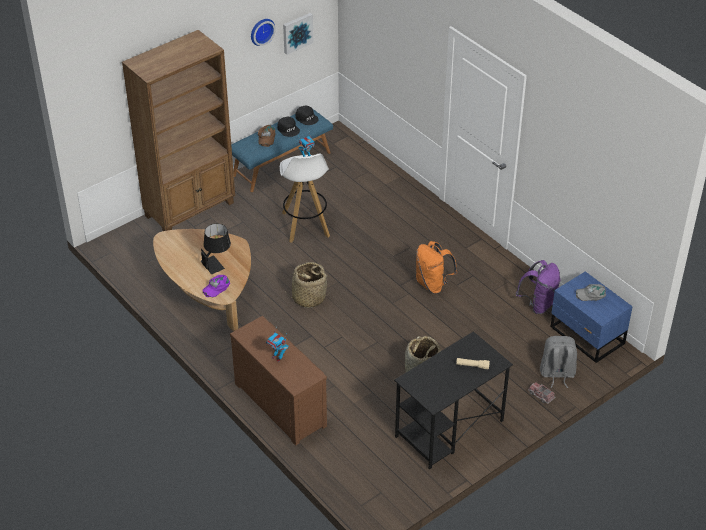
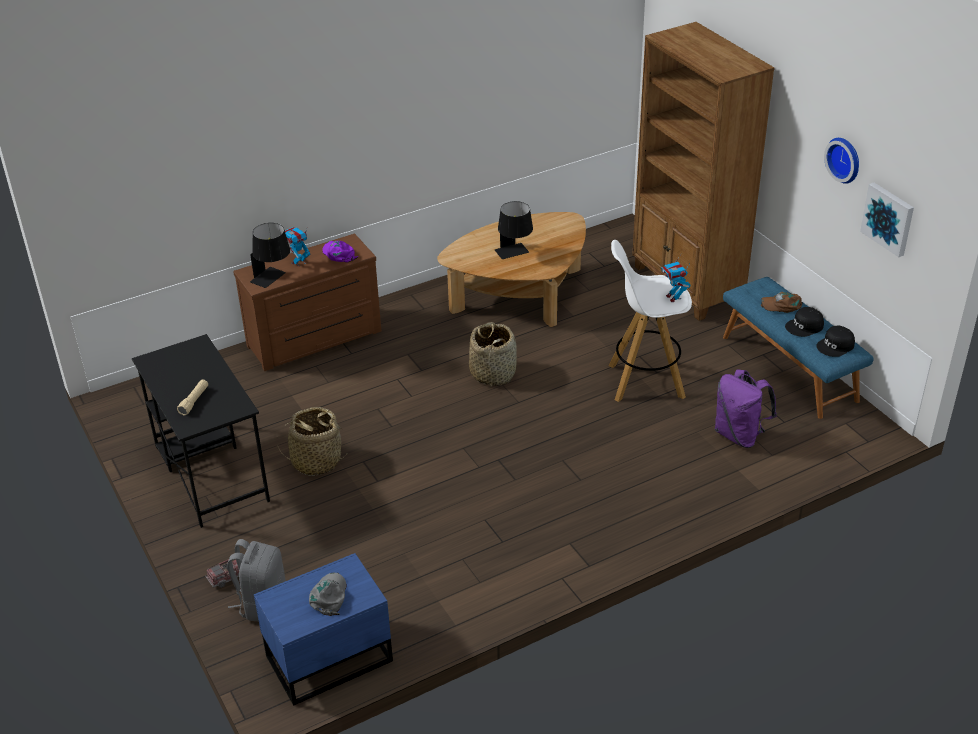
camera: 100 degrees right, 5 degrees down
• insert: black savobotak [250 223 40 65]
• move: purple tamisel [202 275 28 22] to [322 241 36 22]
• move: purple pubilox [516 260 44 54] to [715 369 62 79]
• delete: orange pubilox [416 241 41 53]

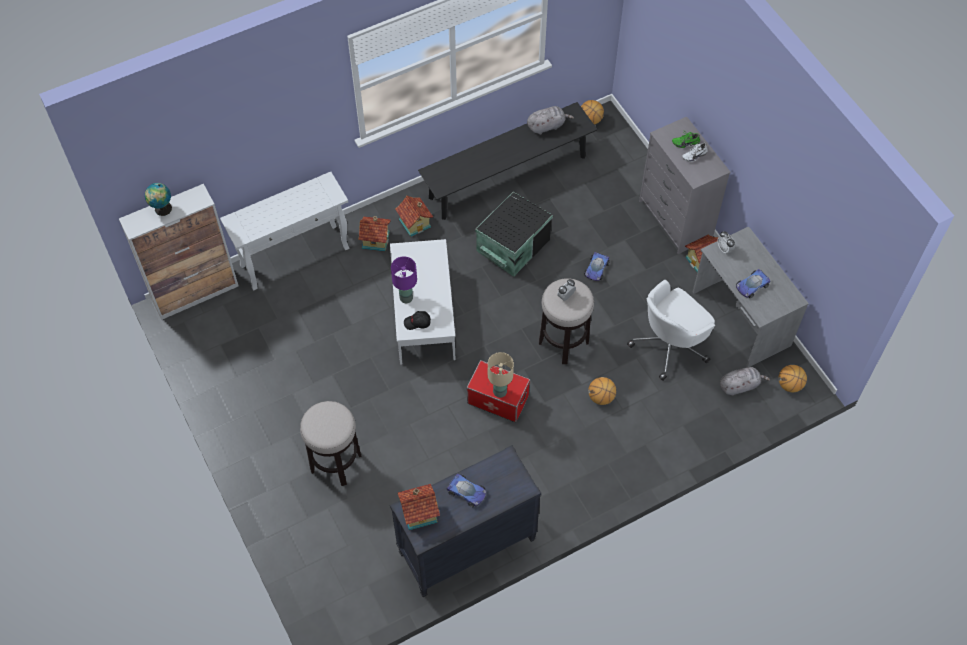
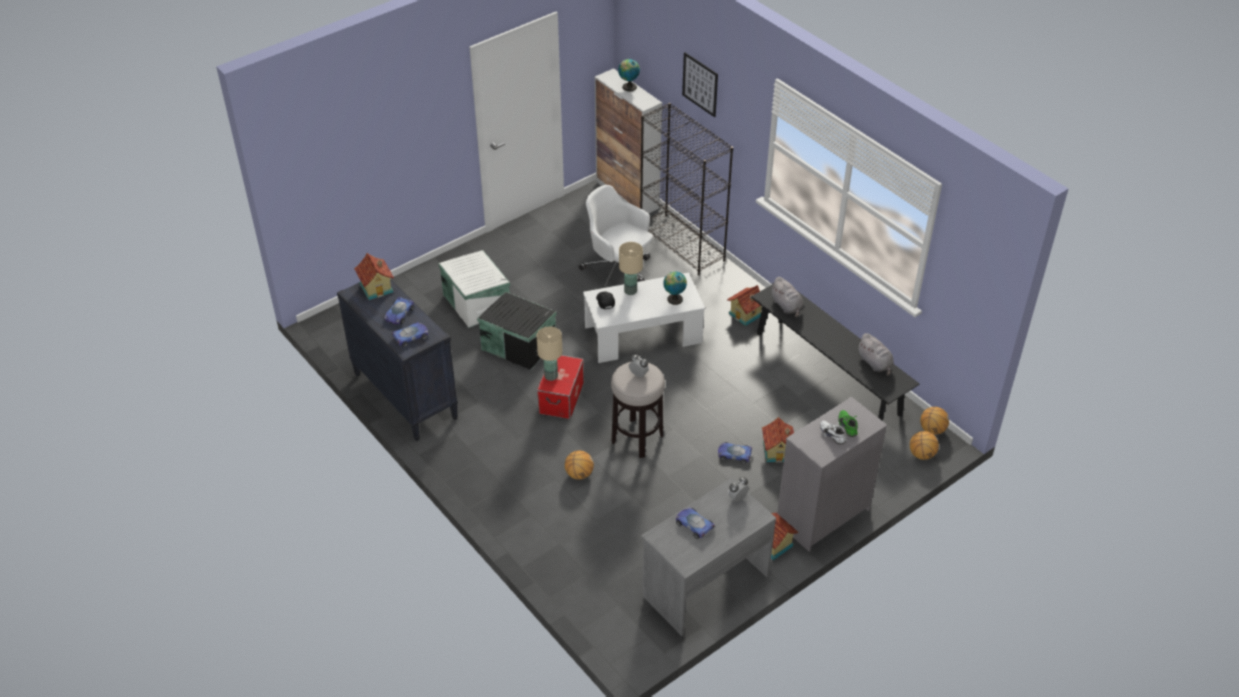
camera: 80 degrees right, 15 degrees down
• insert: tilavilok [391 322 37 25]
• replace: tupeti [300 401 62 85] to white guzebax [438 250 72 78]
• move: black guzebax [475 192 78 85] to [477 292 80 79]
• move: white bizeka [627 280 88 101] to [579 185 74 103]
• recolor: purple savobotak [391 256 26 47] to beige savobotak [619 242 24 53]
• replace: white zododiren [220 172 129 118] to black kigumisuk [640 103 93 173]
• insert: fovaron [663 271 24 34]
• insert: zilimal [682 52 36 65]
• move: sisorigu [358 216 33 36] to [762 417 32 46]
• move: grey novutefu [720 367 50 29] to [770 277 33 41]
• move: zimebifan [778 365 29 27] to [910 431 29 29]

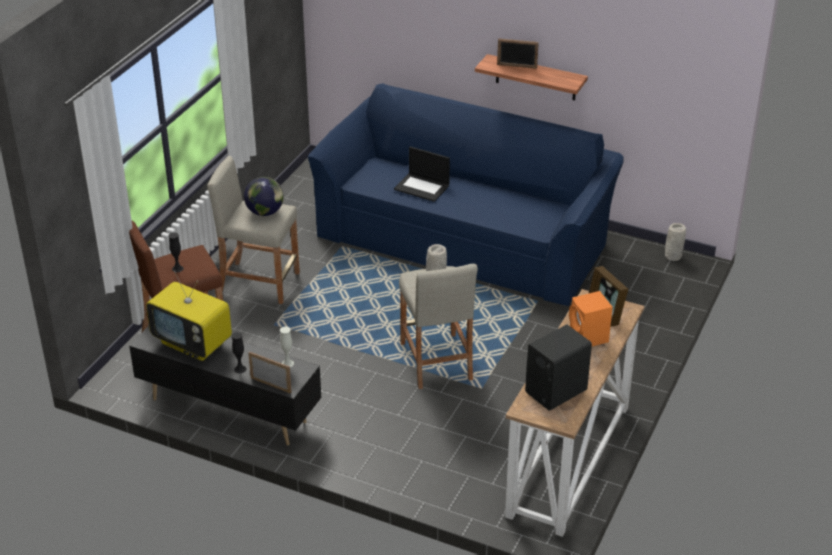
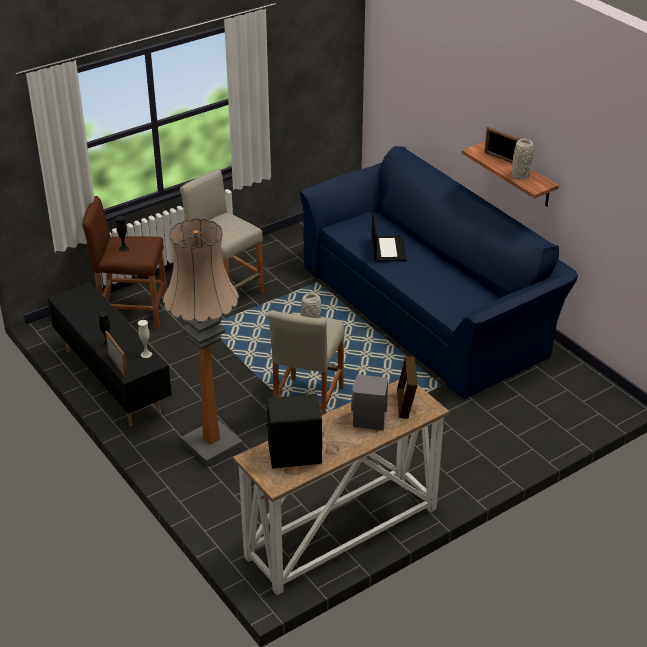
camera: 30 degrees right, 0 degrees up
• insert: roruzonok [163 218 80 248]
• recolor: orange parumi [569 291 44 55] to grey parumi [351 374 37 56]
• rotate: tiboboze [394 146 56 56] = [372 211 35 51] 150 degrees counterclockwise
• move: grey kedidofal [665 223 21 38] to [512 139 22 41]
• delete: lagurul [146 271 86 90]
• delete: fovaron [244 177 40 39]

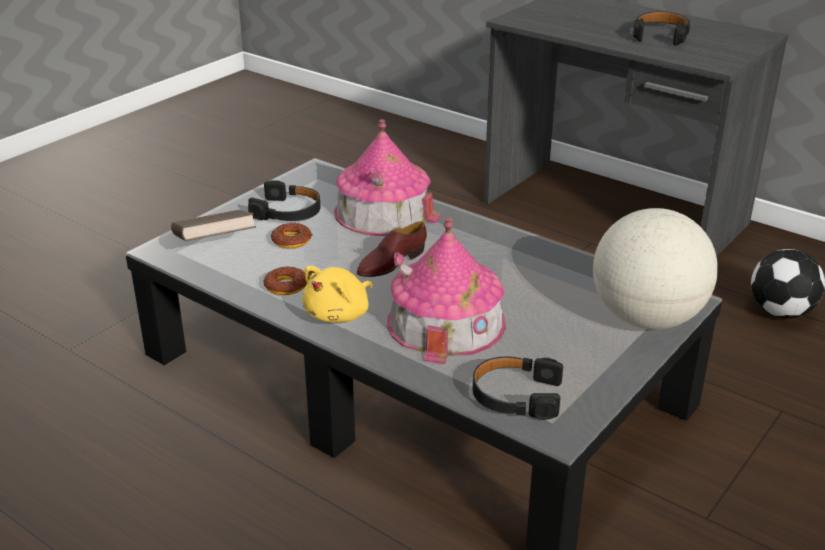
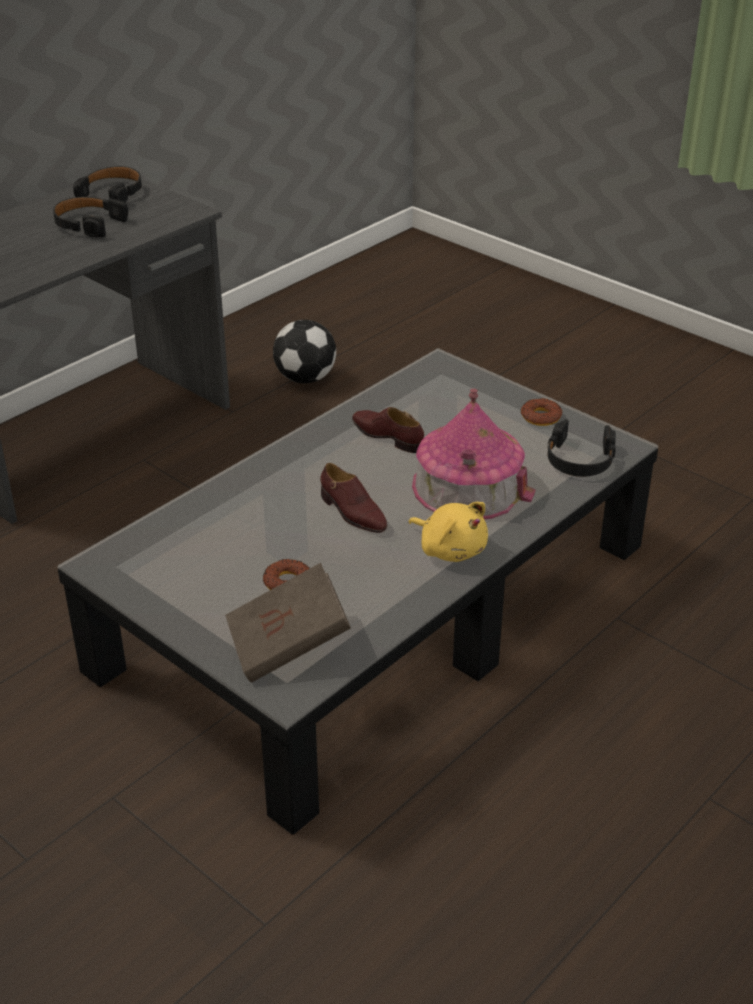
camera: 85 degrees left, 5 degrees up
• move: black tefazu [248 180 72 41] to [73 166 69 37]
• insert: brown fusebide [352 407 72 46]
• move: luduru [264 266 43 29] to [521 398 41 28]
• delete: sisorigu [334 119 107 117]
• delete: fovaron [593 208 125 121]

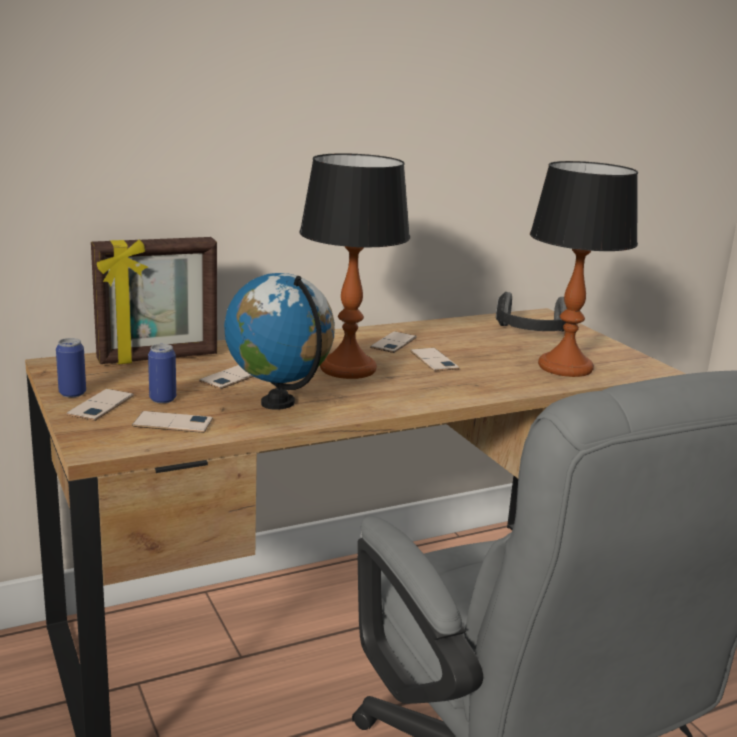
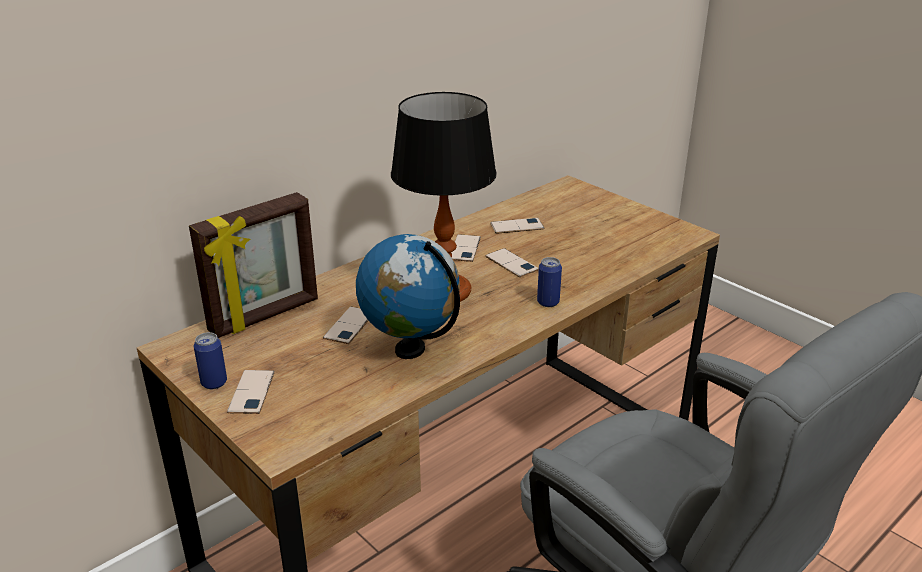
camera: 15 degrees left, 10 degrees up
• move: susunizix [132 411 81 22] to [490 218 54 16]
• move: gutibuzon [148 344 28 59] to [537 257 25 50]
• delete: tefazu [496 292 71 39]
• delete: savobotak [530 161 108 216]

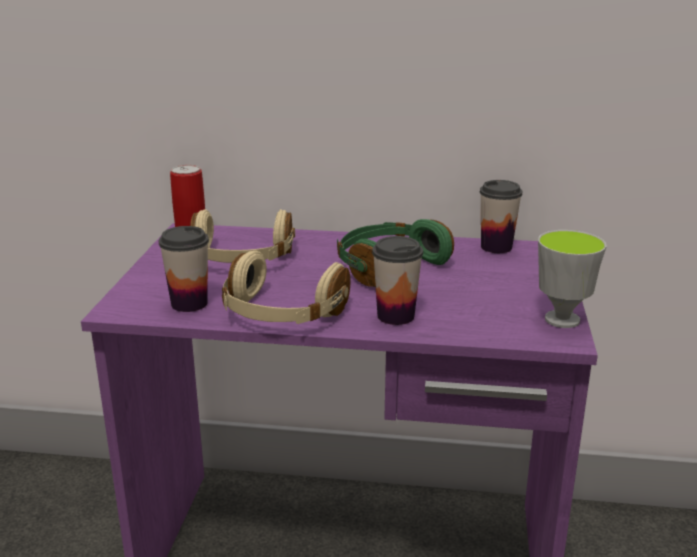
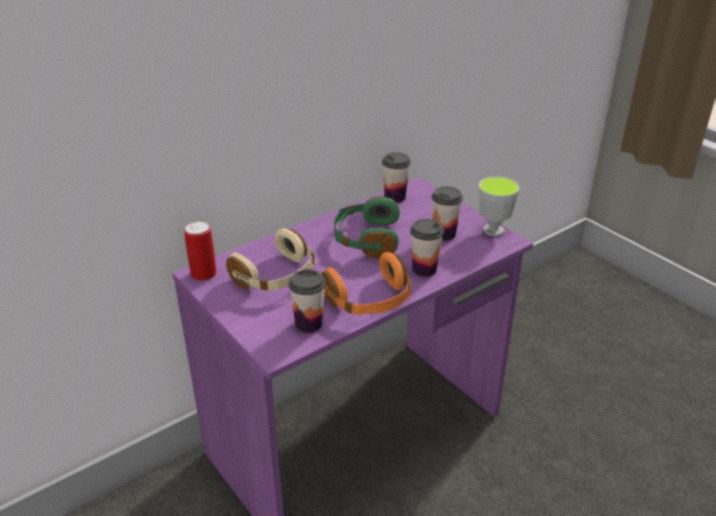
camera: 45 degrees left, 10 degrees up
• recolor: beige tefazu [222 251 128 73] to orange tefazu [321 252 91 64]
• insert: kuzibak [432 186 31 55]

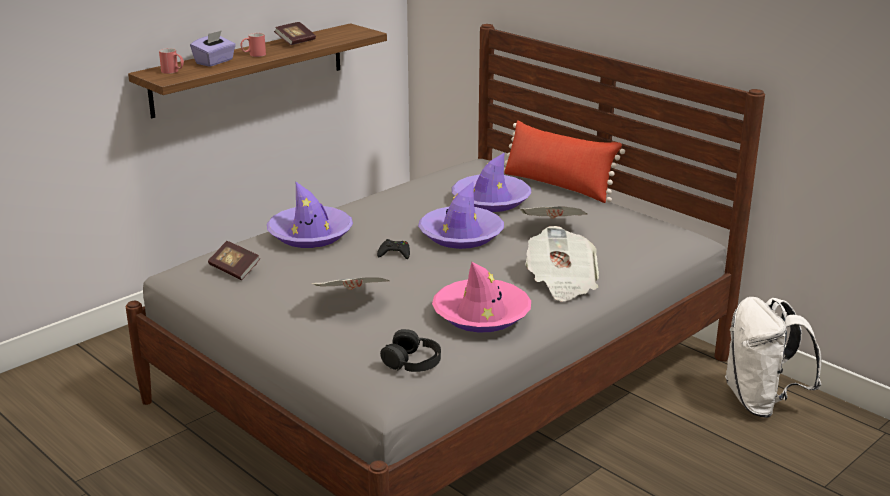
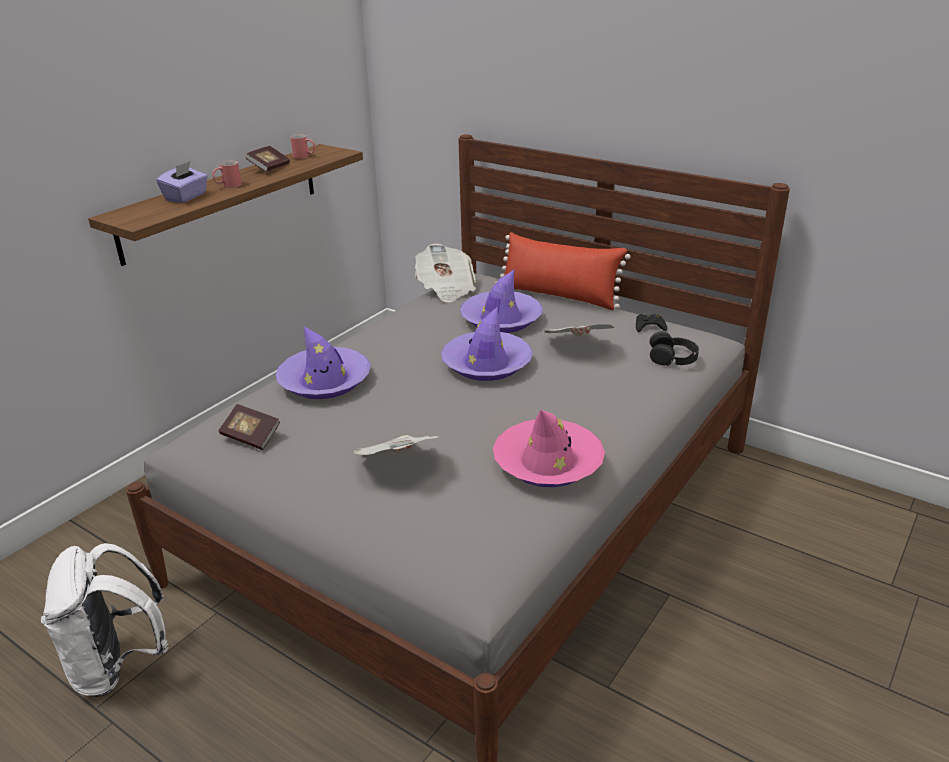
camera: 10 degrees left, 5 degrees up
• move: white pubilox [725 297 97 121] to [41 543 127 154]
• move: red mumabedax [159 48 25 26] to [290 135 25 24]
• move: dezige [525 226 74 76] to [415 244 61 59]
• move: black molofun [377 239 33 20] to [636 314 31 18]
• move: black tefazu [380 329 61 43] to [649 332 50 34]

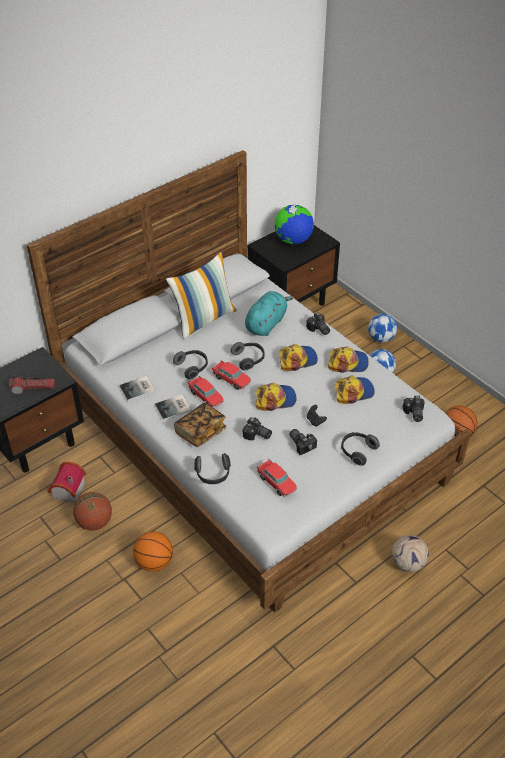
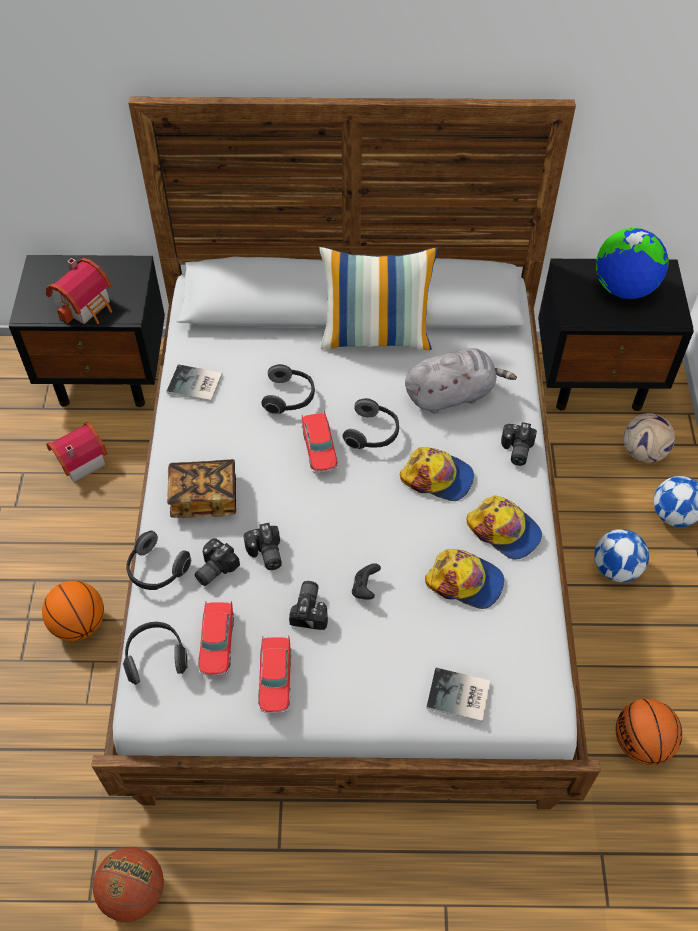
camera: 40 degrees right, 10 degrees up
• replace: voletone [9 375 46 20] to sisorigu [46 258 66 66]
• move: zimebifan [73 492 39 38] to [93 847 71 75]
• move: tefazu [341 432 39 34] to [123 622 65 62]
• move: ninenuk [403 396 22 26] to [194 538 46 48]
• move: tilavilok [188 376 36 32] to [258 636 33 77]
• recolor: turquoise novutefu [245 291 49 45] to grey novutefu [405 348 112 66]
• move: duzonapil [155 394 37 26] to [426 668 65 54]
• move: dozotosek [392 535 37 37] to [623 413 52 50]
• delete: tamisel [255 383 42 28]

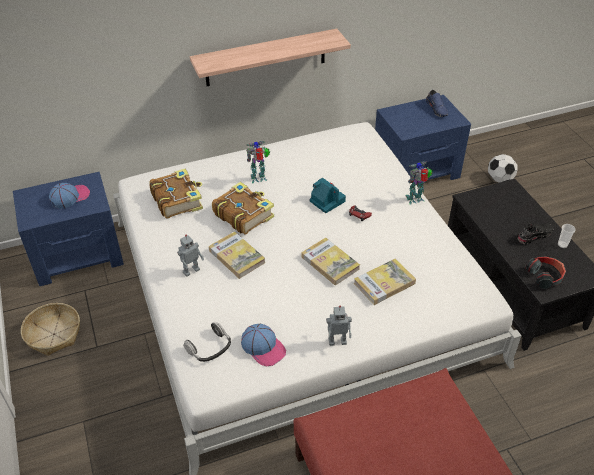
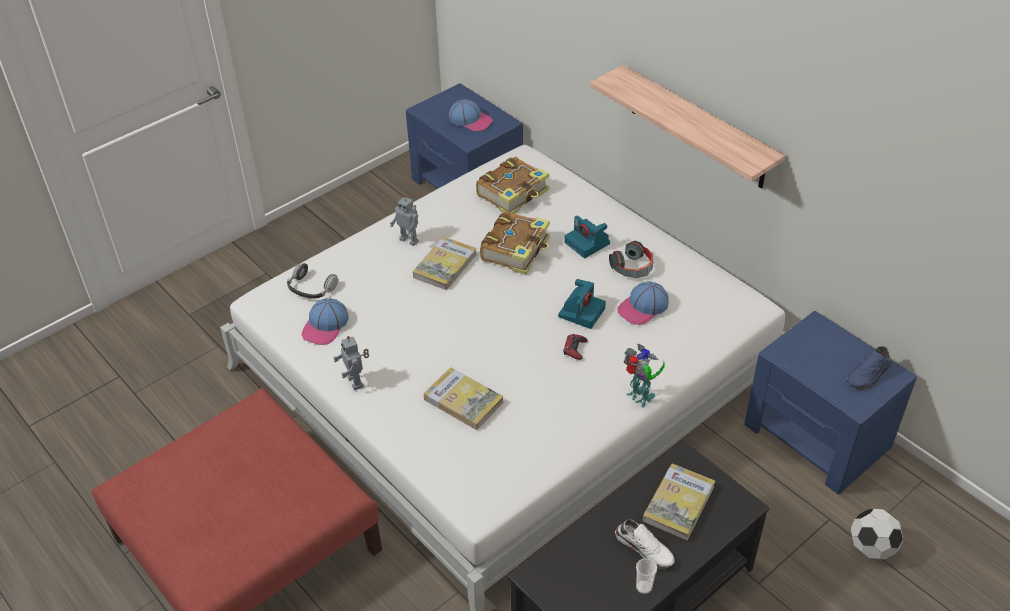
camera: 70 degrees right, 0 degrees up
• replace: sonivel [246 141 24 42] to ninenuk [564 215 46 43]
• move: tefazu [526 256 40 33] to [609 240 44 38]
• recolor: black fusebide [517 223 37 21] to white fusebide [615 519 60 50]
• insert: tamisel [617 281 51 44]
• move: duzonapil [301 238 59 47] to [643 463 72 77]
• delete: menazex [21 303 59 53]

